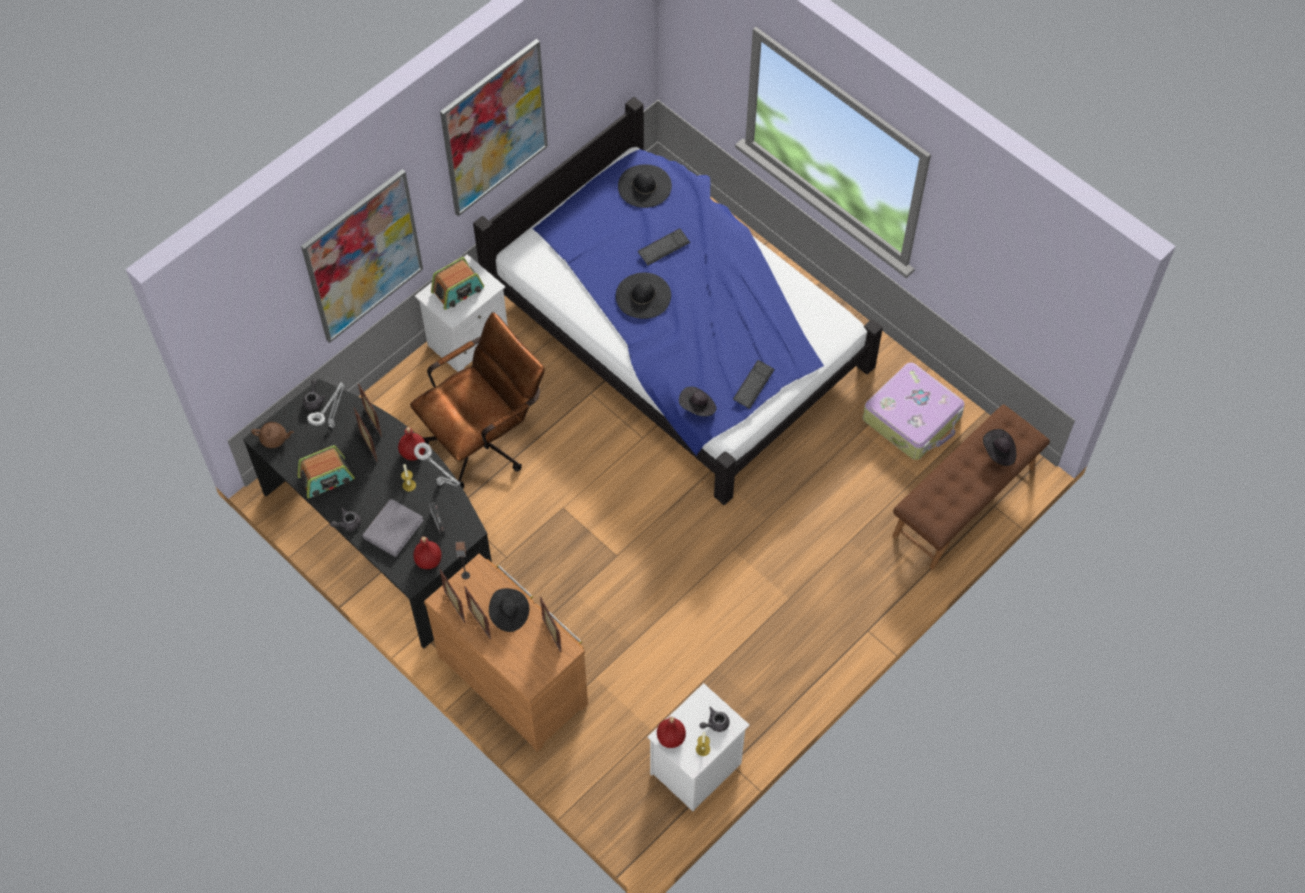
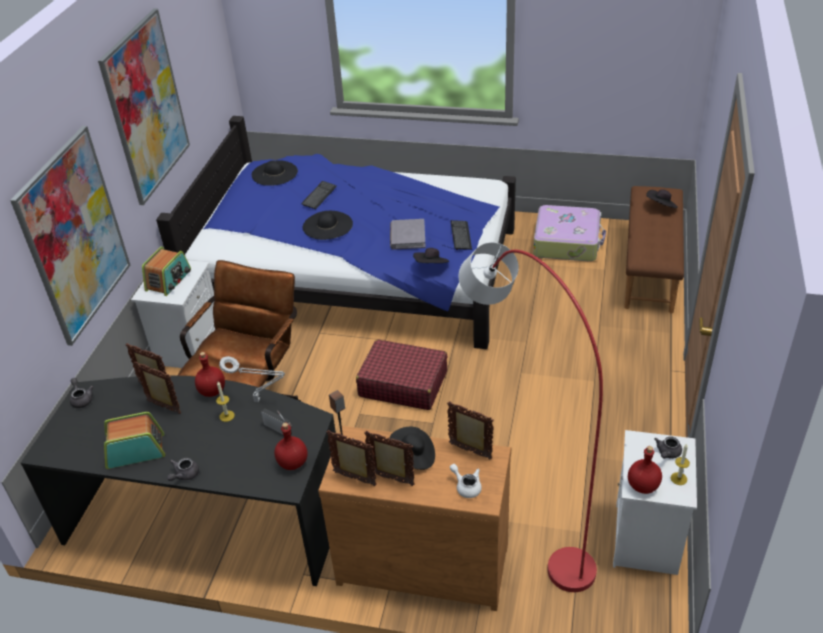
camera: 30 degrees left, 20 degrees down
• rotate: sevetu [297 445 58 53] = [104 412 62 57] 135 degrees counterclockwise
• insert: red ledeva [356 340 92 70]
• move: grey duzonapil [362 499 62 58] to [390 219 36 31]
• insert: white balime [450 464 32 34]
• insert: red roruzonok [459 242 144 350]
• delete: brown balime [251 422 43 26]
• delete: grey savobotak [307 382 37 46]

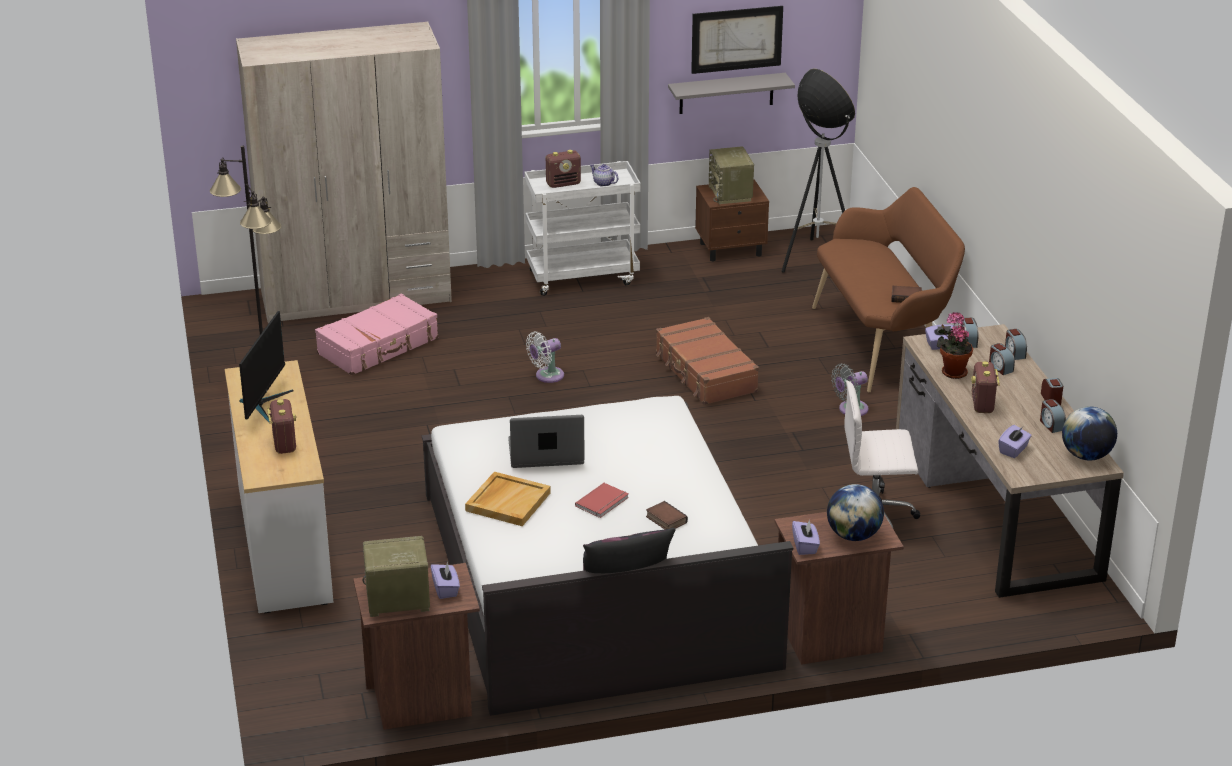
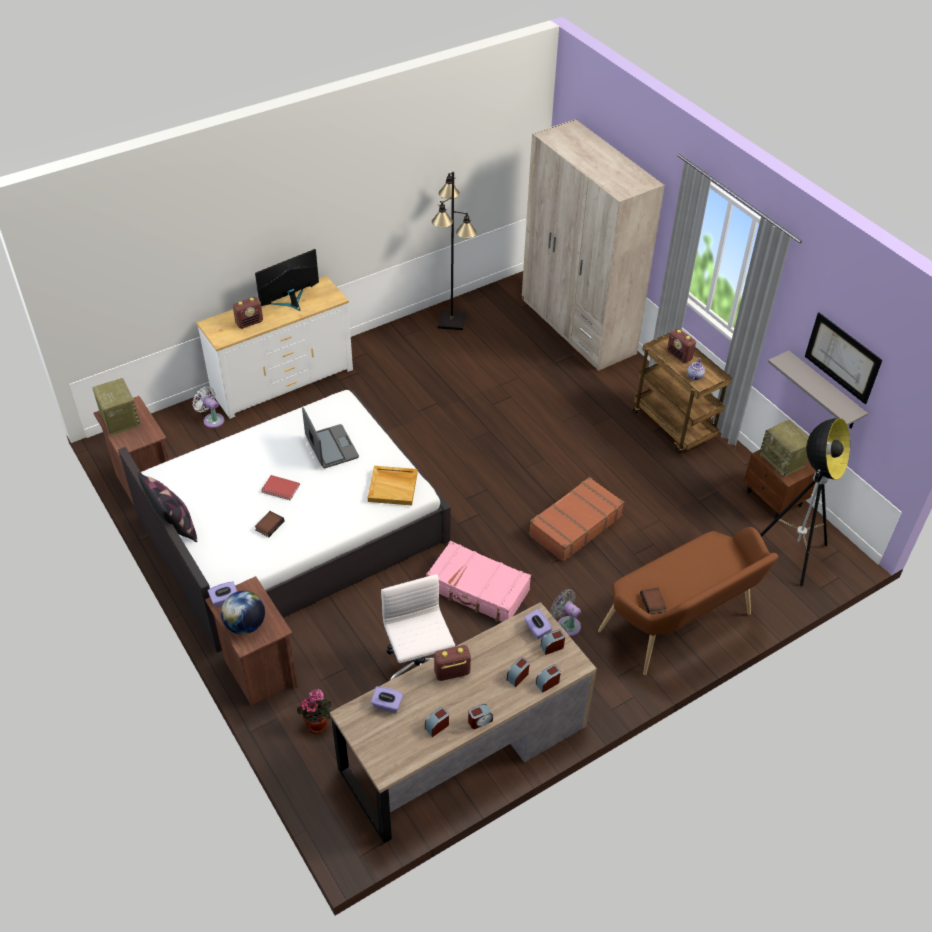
camera: 70 degrees right, 15 degrees up
• move: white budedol [526 332 38 51] to [192 386 32 42]
• rotate: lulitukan [239 311 54 111] = [255 249 64 62] 150 degrees clockwise
• move: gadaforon [937 312 36 67] to [297 689 35 45]
• move: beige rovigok [465 472 86 54] to [368 466 50 39]
• move: pink ledeva [315 294 123 81] to [426 541 105 81]
• recolor: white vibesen [525 161 116 135] to brown vibesen [633 333 99 120]
• rotate: sevetu [709 147 45 57] = [760 420 49 57] 90 degrees counterclockwise
• delete: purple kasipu [431 561 29 38]
• delete: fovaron [1062 406 55 54]

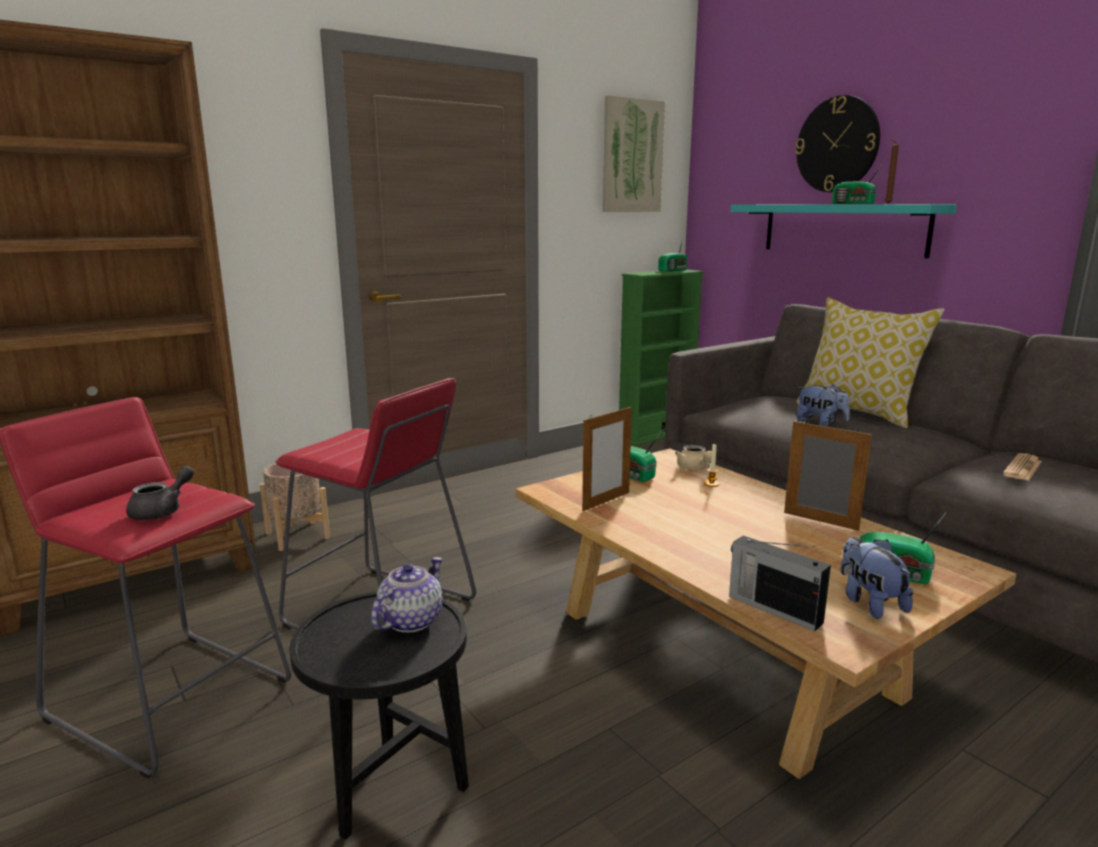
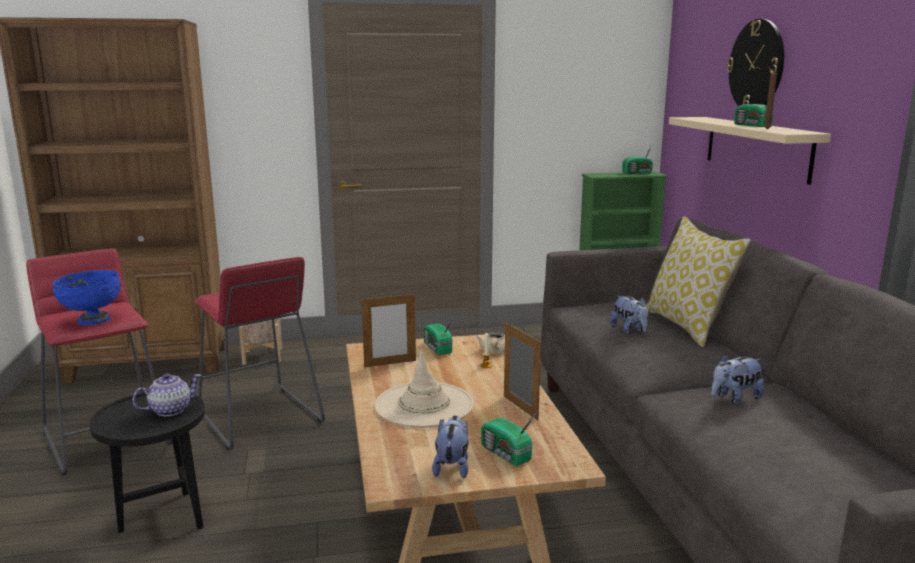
camera: 25 degrees right, 0 degrees up
• replace: grey balime [126 466 68 55] to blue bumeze [52 270 69 55]
• insert: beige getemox [375 350 99 78]
• recolor: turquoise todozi [730 204 227 54] to beige todozi [669 117 162 68]
• replace: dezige [1003 453 39 28] to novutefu [711 354 53 50]
• delete: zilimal [603 95 62 117]
• delete: sevetu [729 536 102 95]

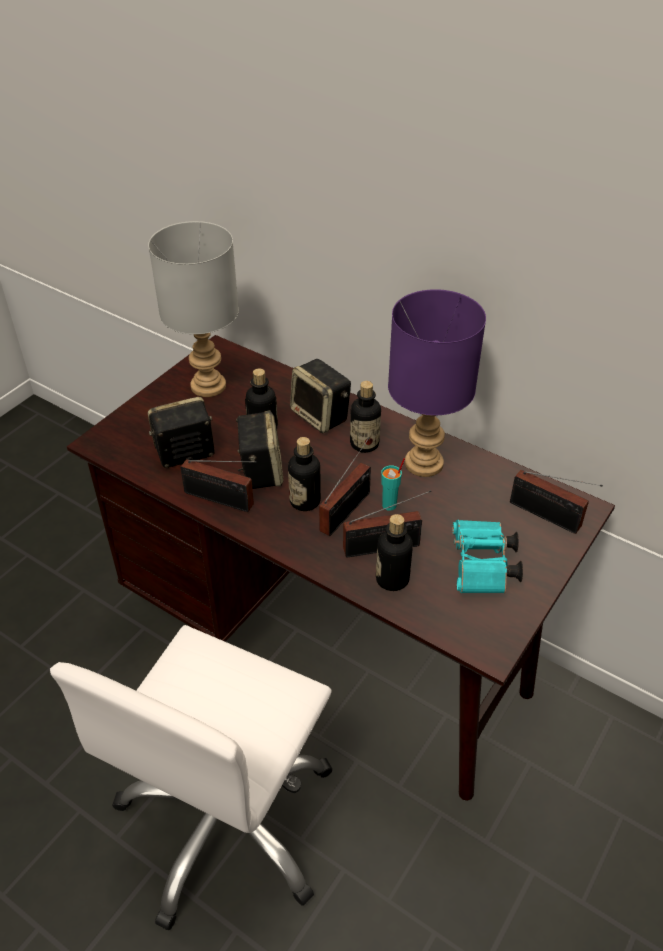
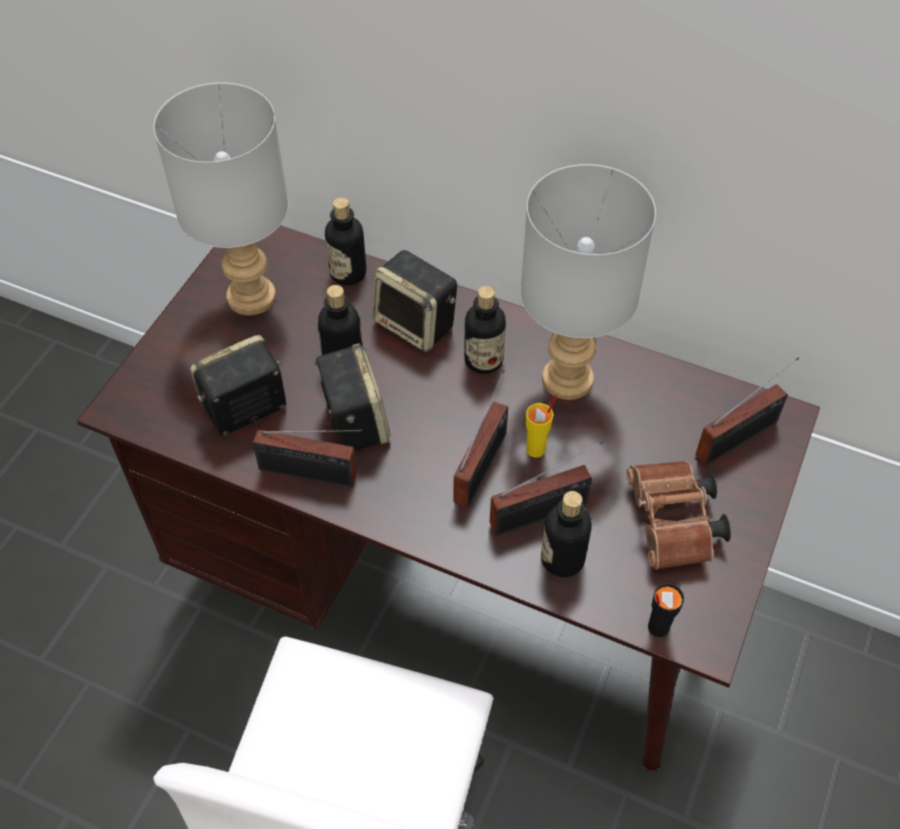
camera: 10 degrees left, 10 degrees up
• move: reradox [288 437 33 74] to [325 197 41 88]
• recolor: purple savobotak [388 289 98 188] to grey savobotak [521 164 135 236]
• recolor: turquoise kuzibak [381 458 24 53] to yellow kuzibak [526 395 31 63]
• recolor: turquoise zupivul [453 520 70 73] to brown zupivul [626 461 105 109]
• insert: black kuzibak [648 583 36 54]
• rotate: sevetu [510 470 93 64] = [695 357 104 109] 60 degrees counterclockwise

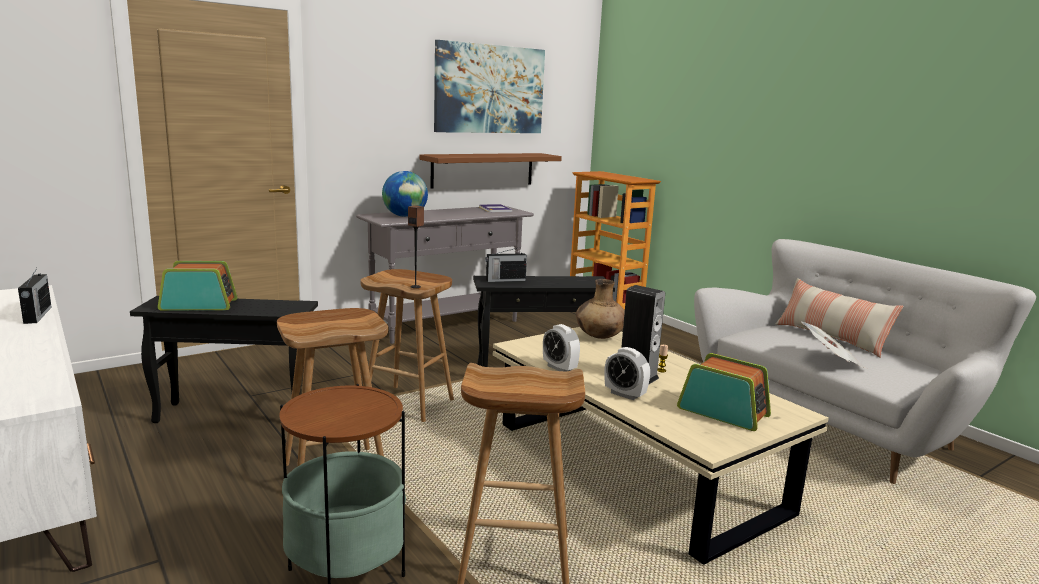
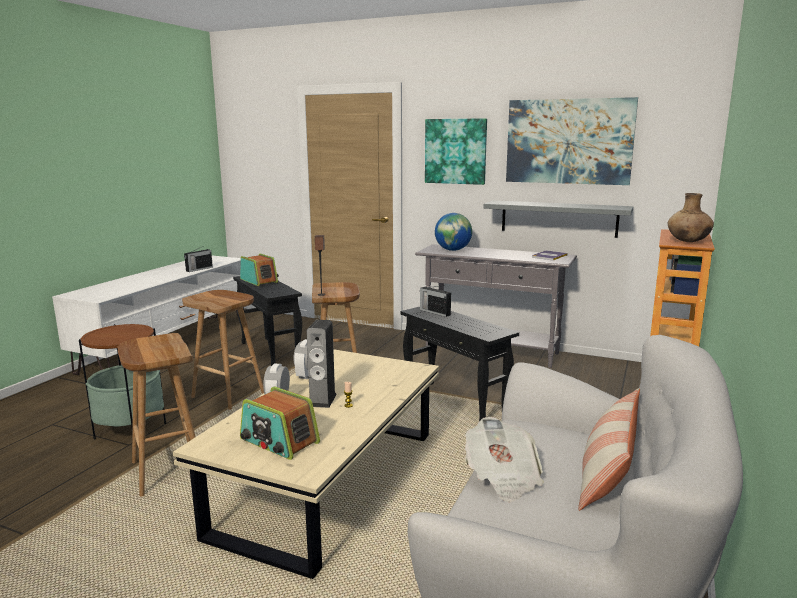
camera: 60 degrees right, 0 degrees up
• rotate: sevetu [677 353 94 78] = [240 387 80 73] 120 degrees clockwise
• insert: zilimal [425 118 62 67]
• recolor: brown todozi [420 153 142 36] to grey todozi [483 200 150 38]
• move: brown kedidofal [576 279 49 60] to [668 193 46 49]

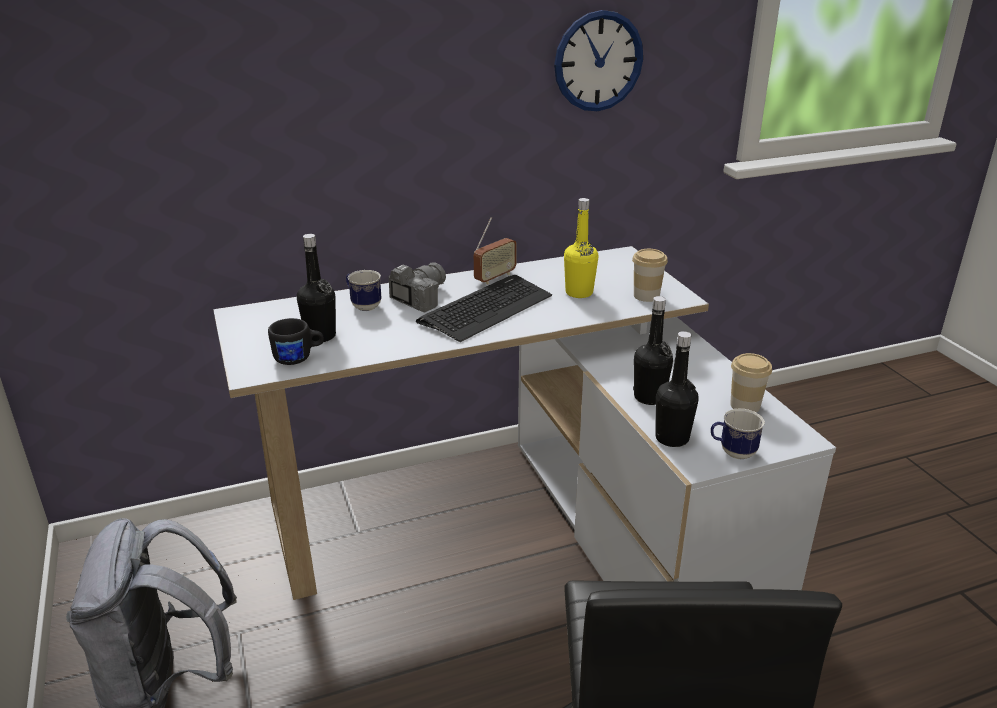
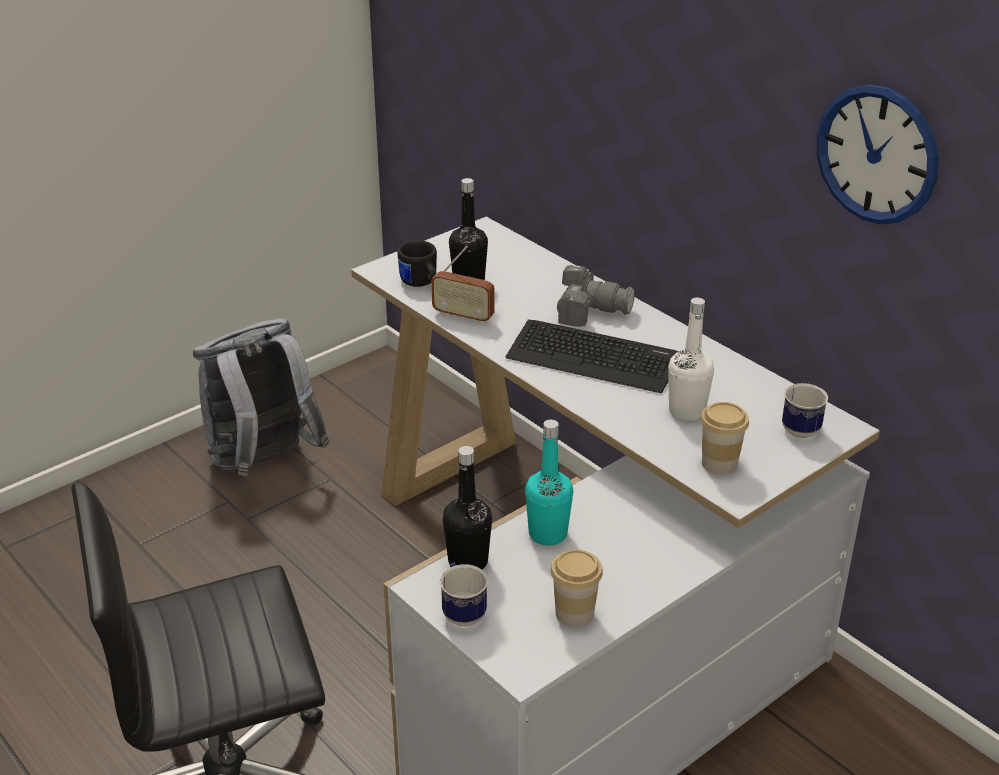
camera: 70 degrees right, 5 degrees up
• move: sevetu [474 217 43 67] to [431 246 64 78]
• recolor: black reradox [633 296 40 109] to turquoise reradox [525 420 48 125]
• recolor: yellow reradox [564 198 34 100] to white reradox [668 298 46 123]
• move: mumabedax [346 270 36 41] to [782 383 46 55]

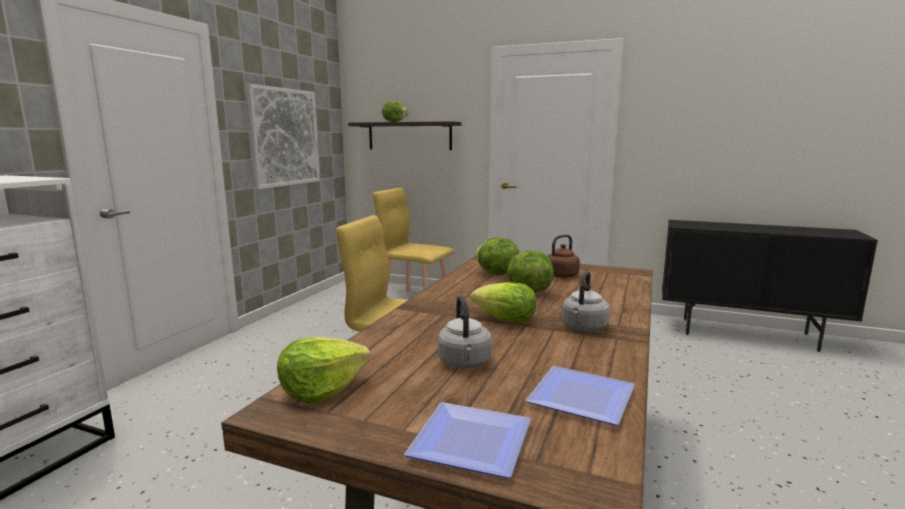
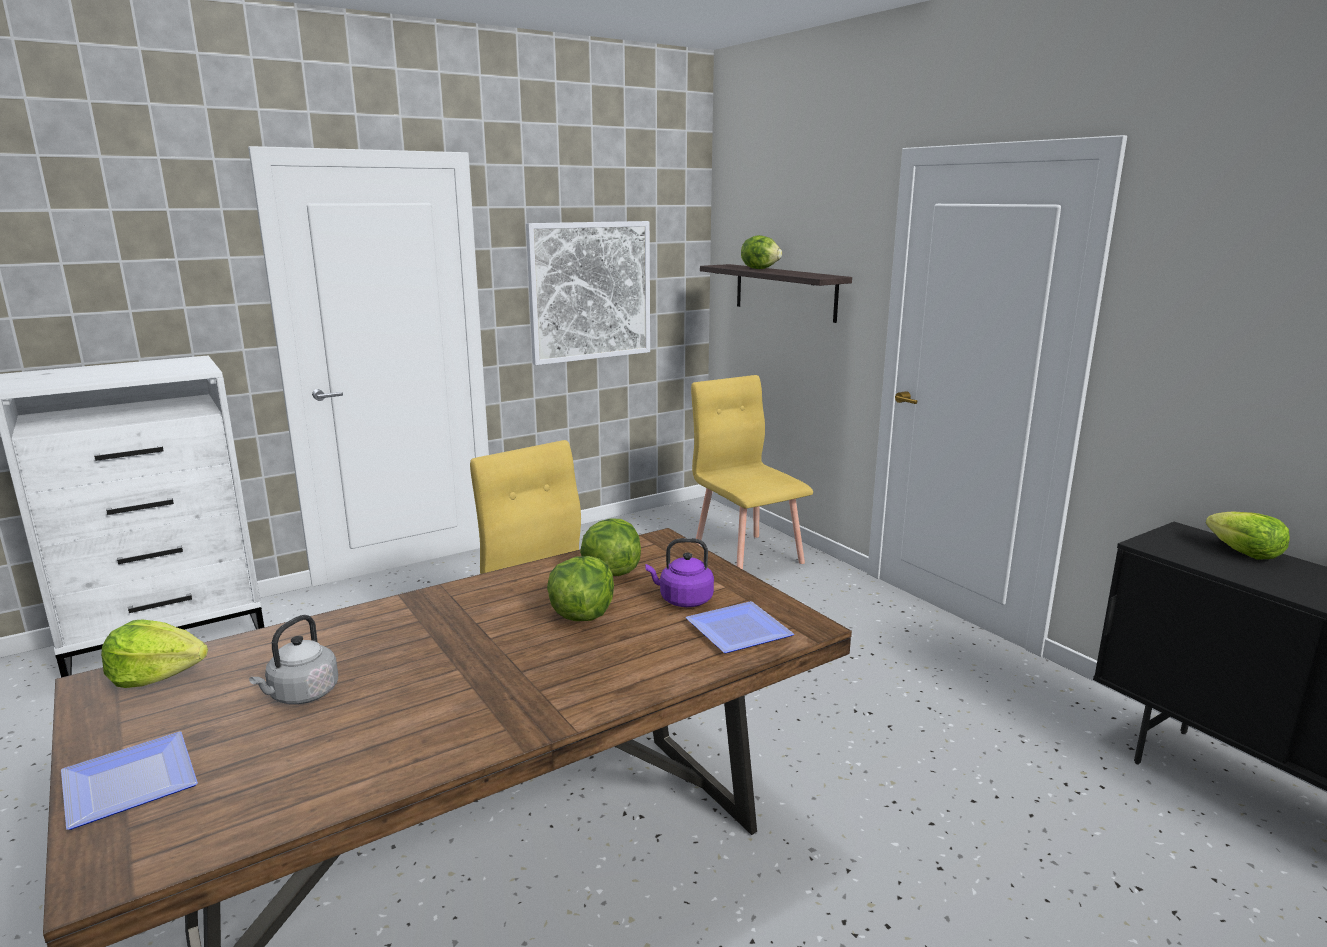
camera: 35 degrees right, 5 degrees up
• recolor: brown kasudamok [548 234 32 44] to purple kasudamok [645 538 69 69]
• move: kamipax [526 366 109 59] to [685 601 109 52]
• move: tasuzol [471 282 65 42] to [1206 511 84 49]
• delete: grey kasudamok [562 271 48 61]

